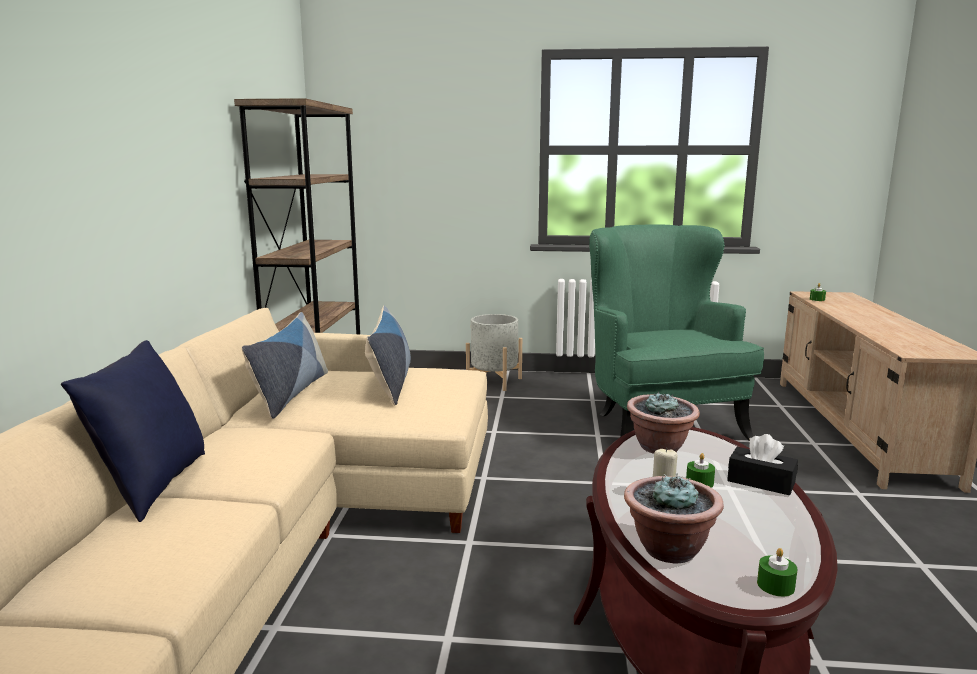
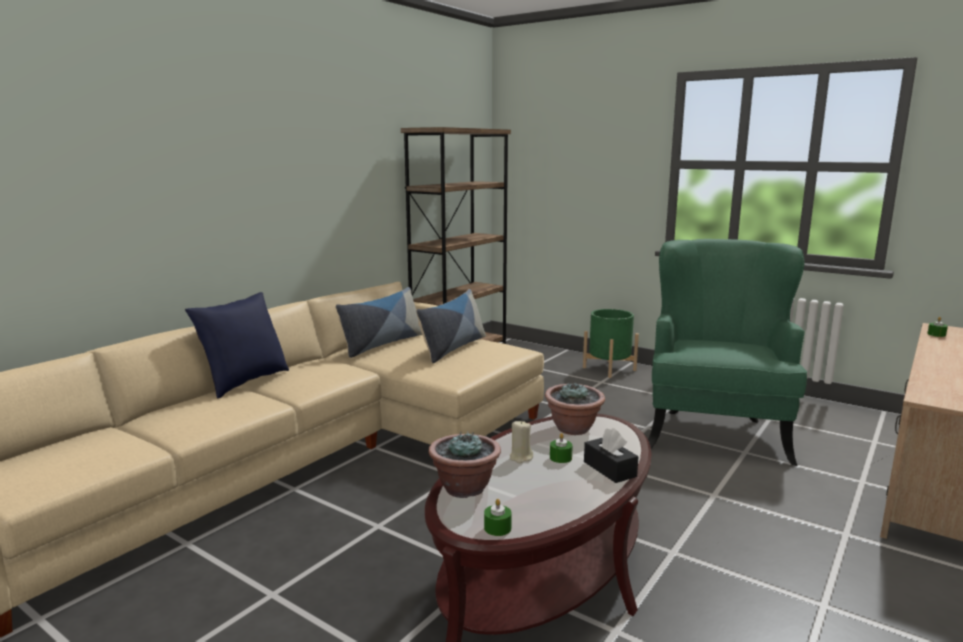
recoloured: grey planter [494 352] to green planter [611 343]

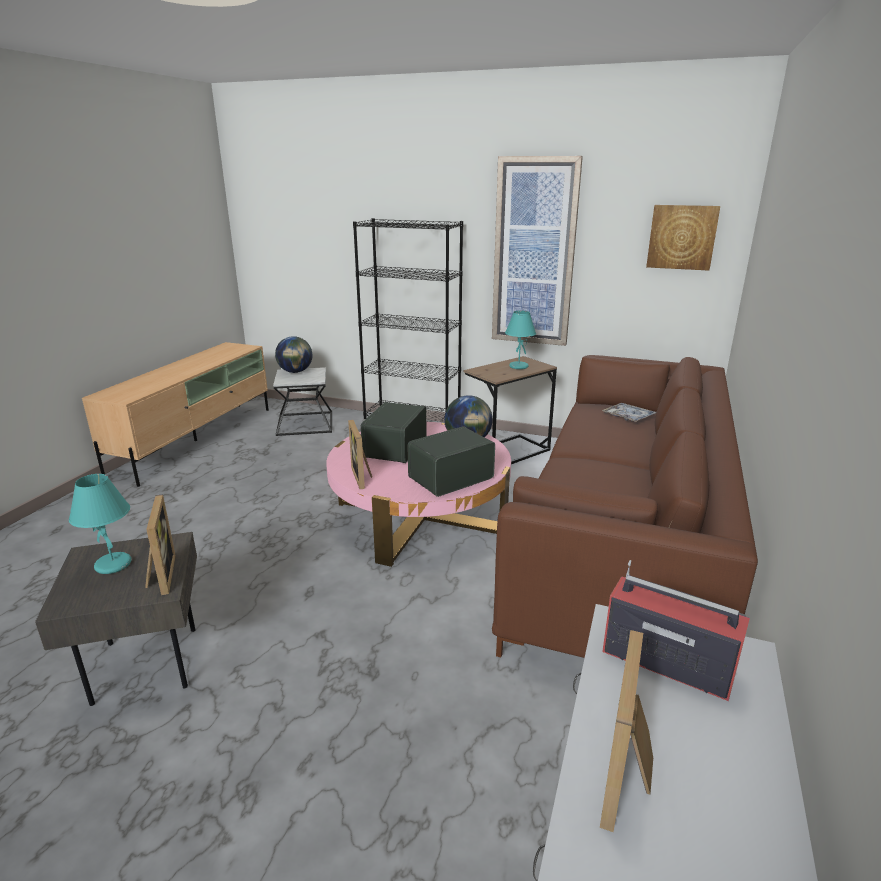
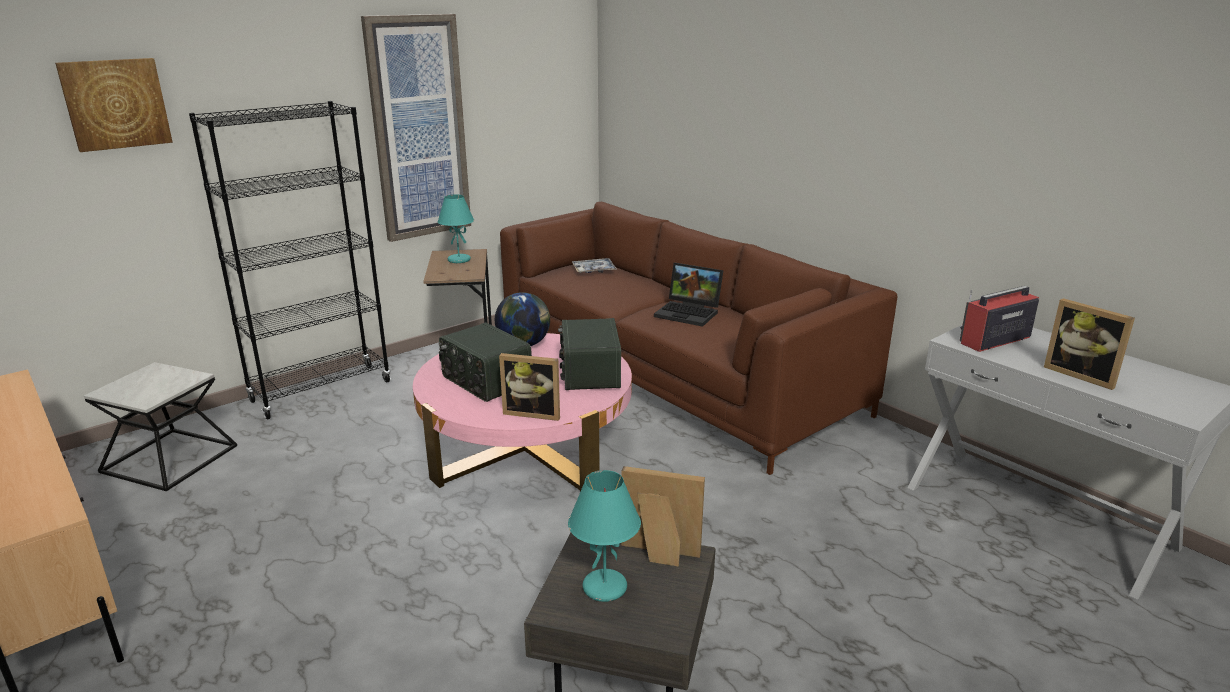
removed: globe [293 354]
added: laptop [689 295]
moved: picture [683 238] to [114 105]

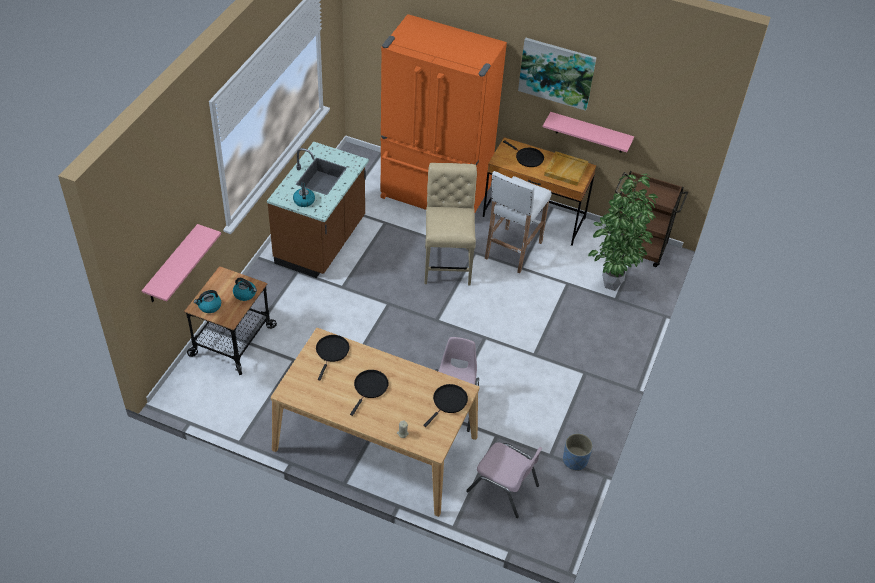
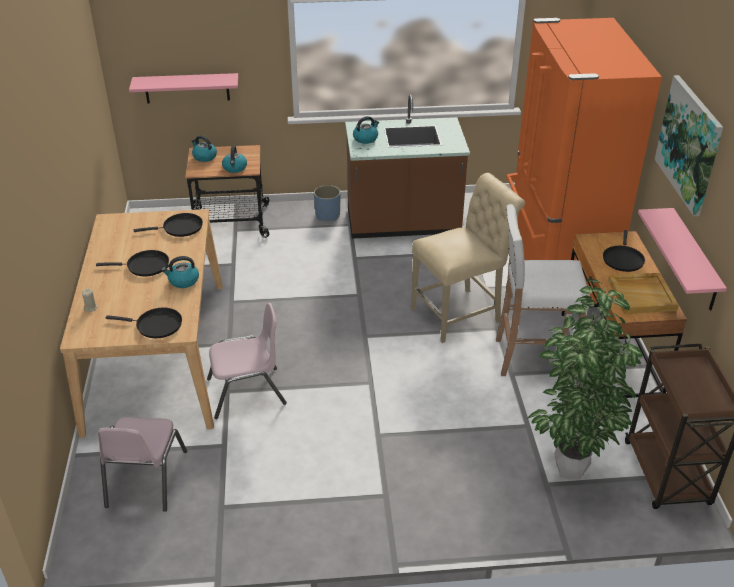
added: kettle [180 272]
moved: blue planter [578 452] to [327 203]

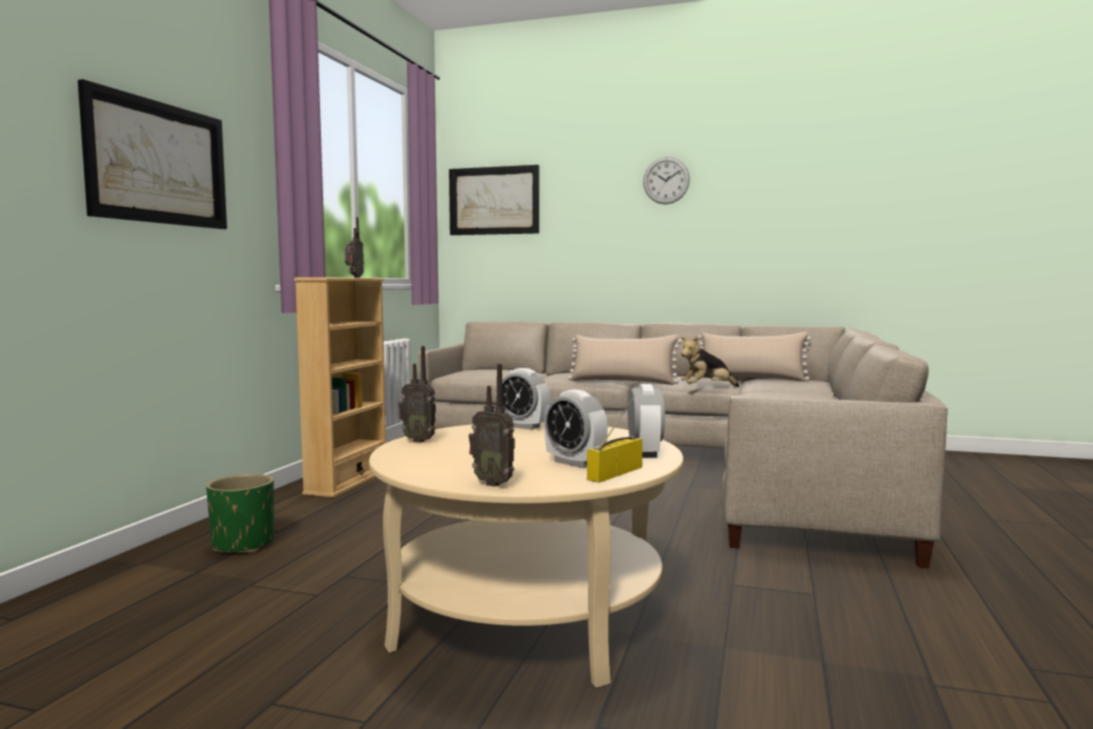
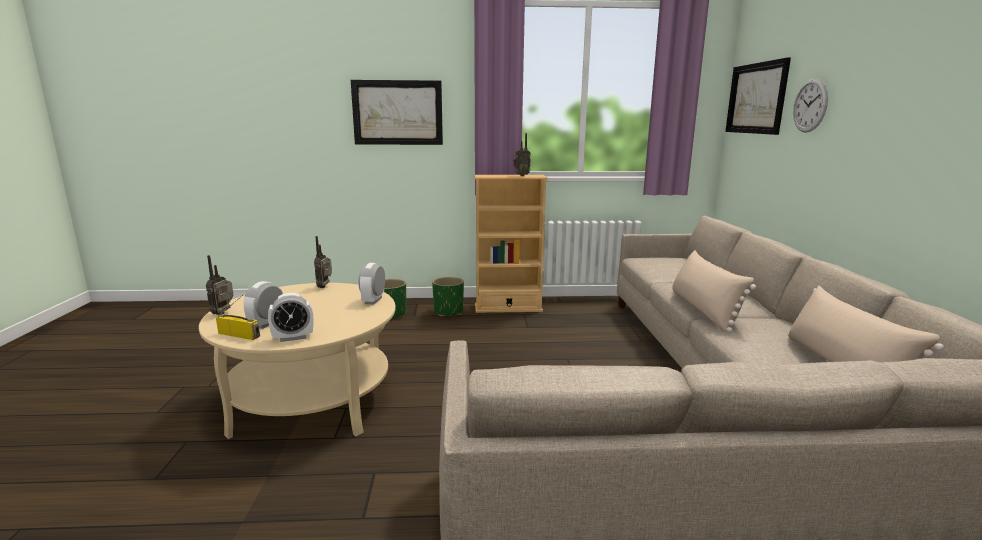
removed: plush toy [710 361]
added: green planter [448 296]
moved: wall clock [666 180] to [810 105]

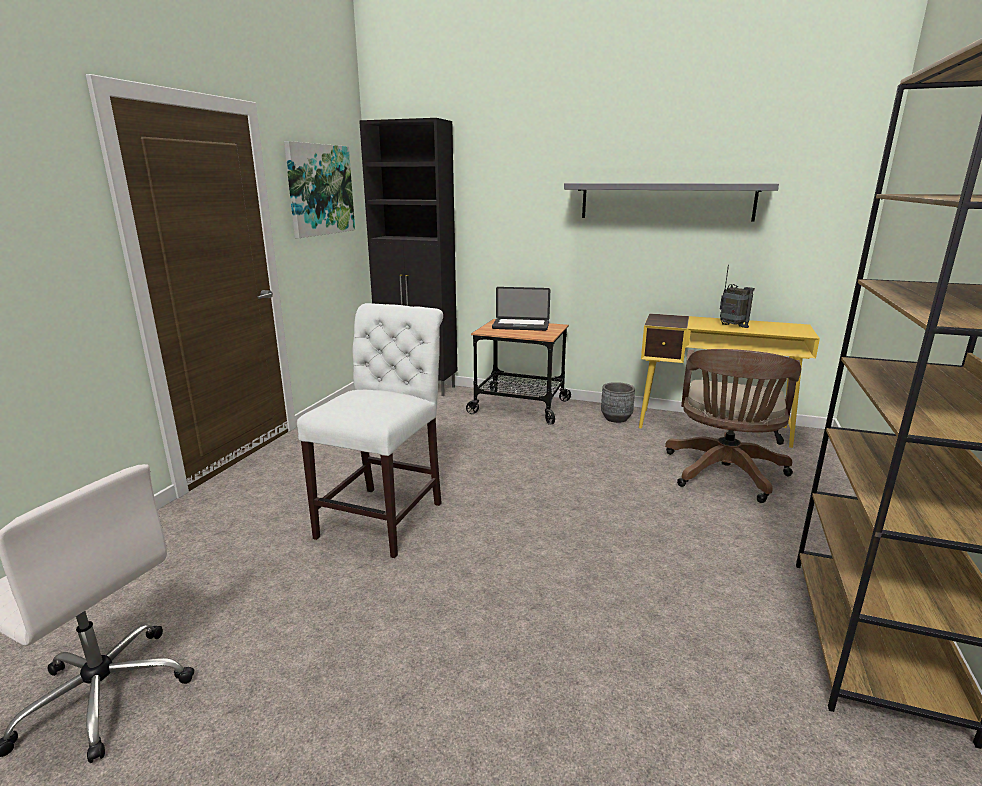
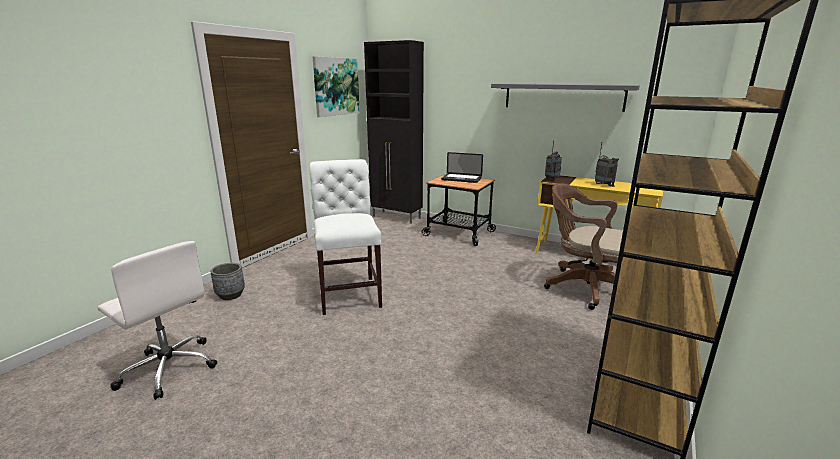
added: radio [553 161]
moved: grey planter [618 402] to [228 281]
turned: white chair [370 430] = [345 237] 45 degrees counterclockwise; brown office chair [733 426] = [584 246] 90 degrees clockwise

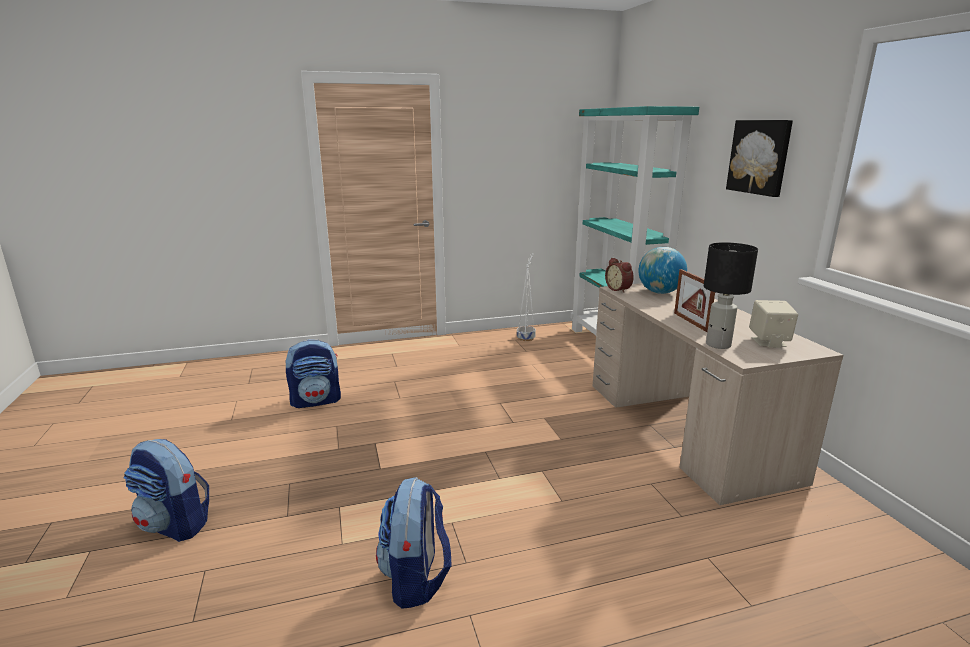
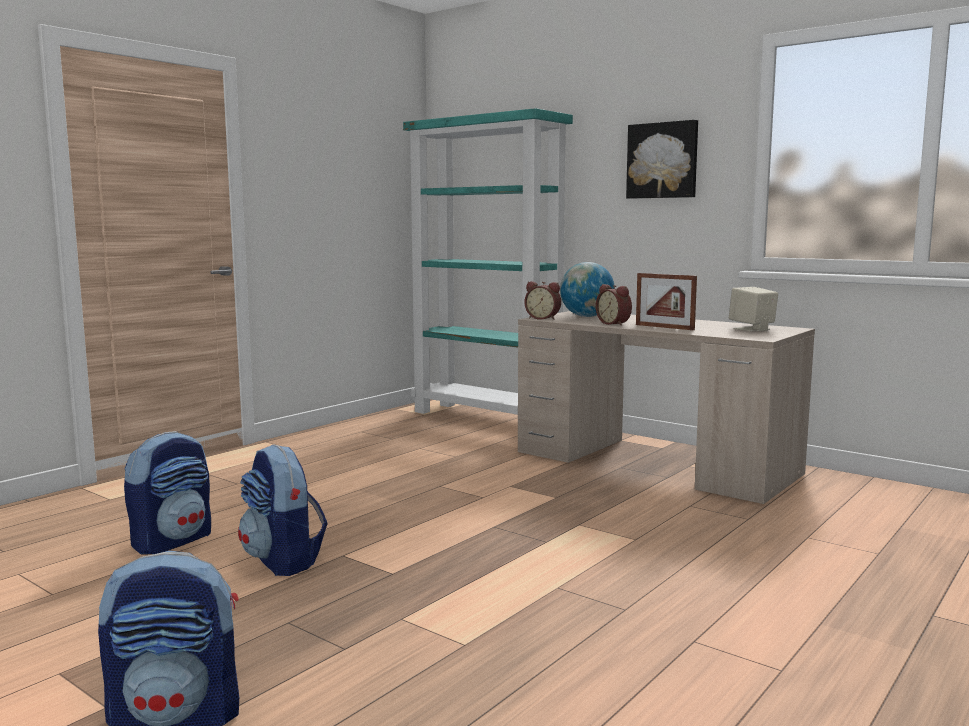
removed: white planter [526 297]; black table lamp [731 295]
added: alarm clock [614 305]
moved: backpack [413 543] to [283 510]

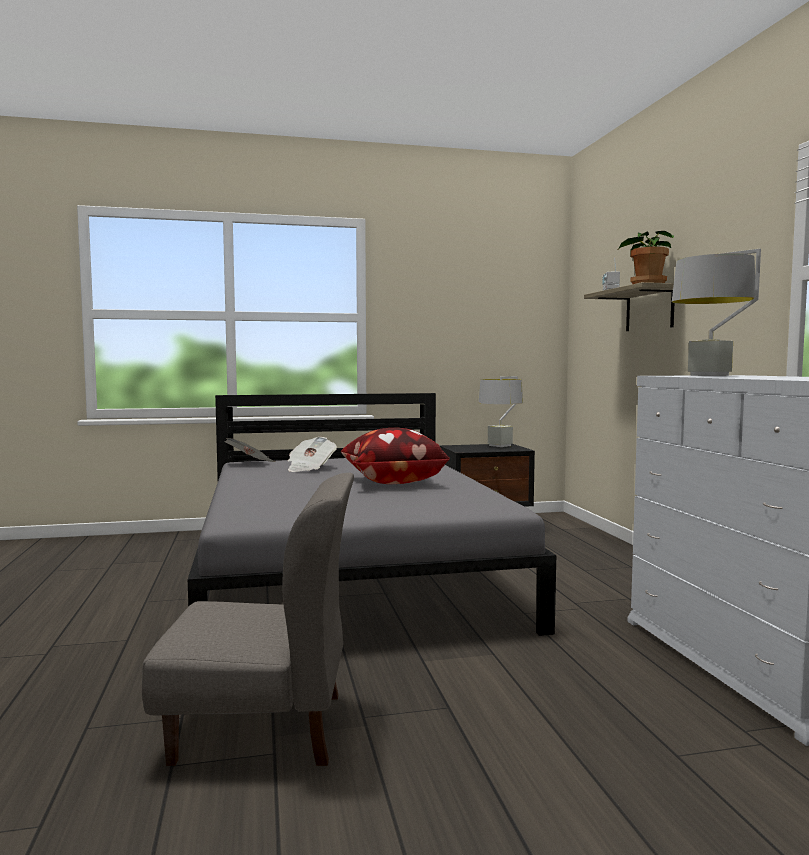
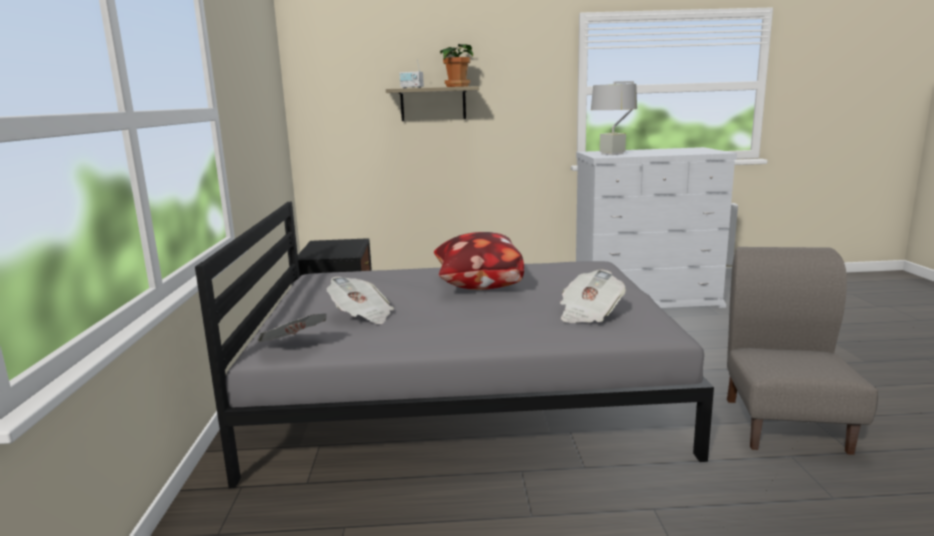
removed: grey table lamp [500 411]
added: newspaper [593 296]

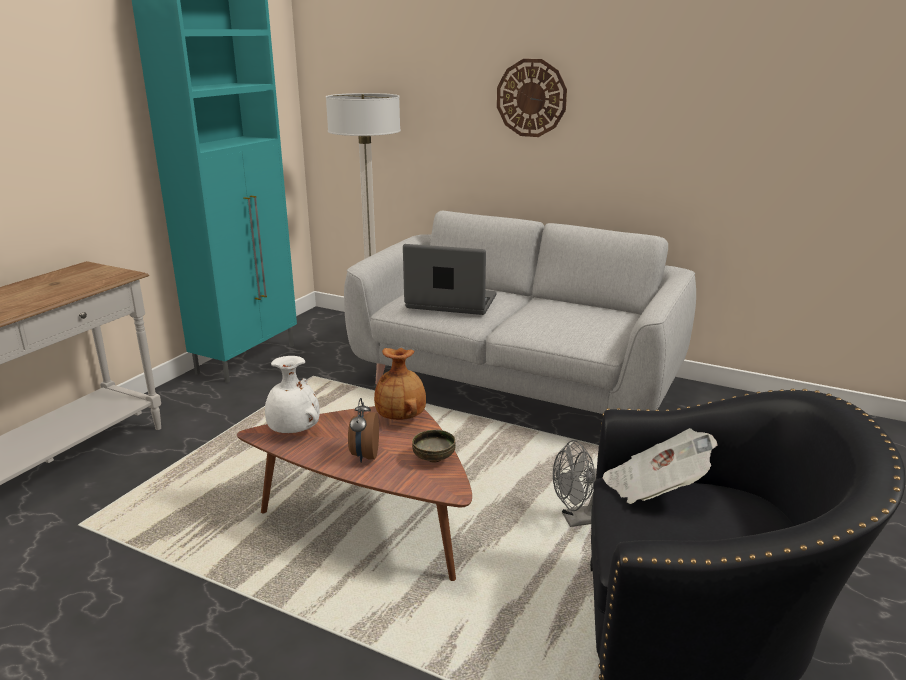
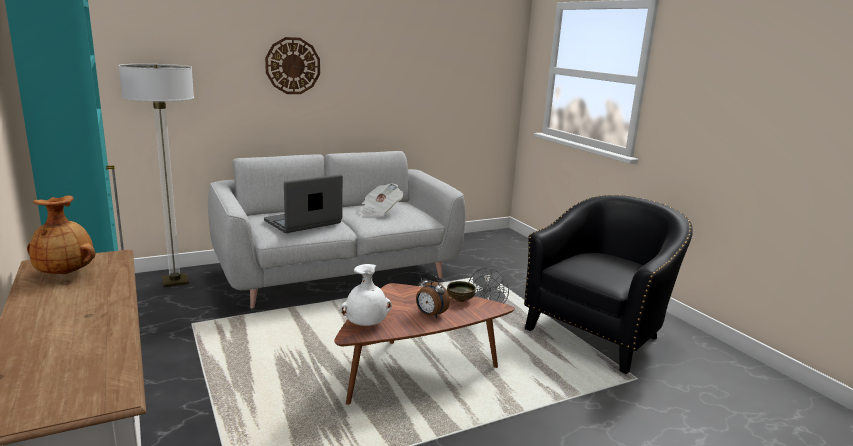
moved: brown vase [400 384] to [61 235]; newspaper [660 466] to [381 199]

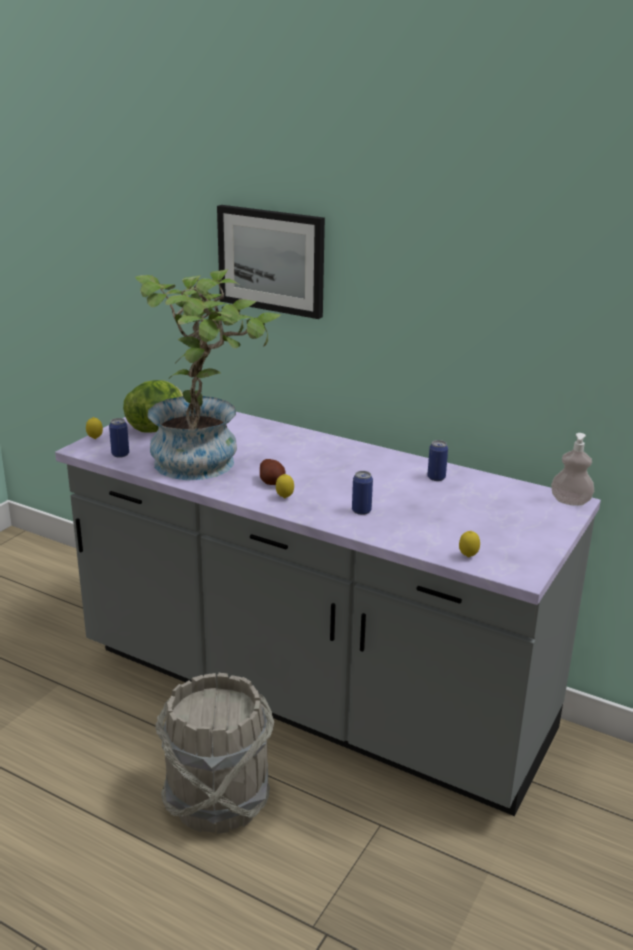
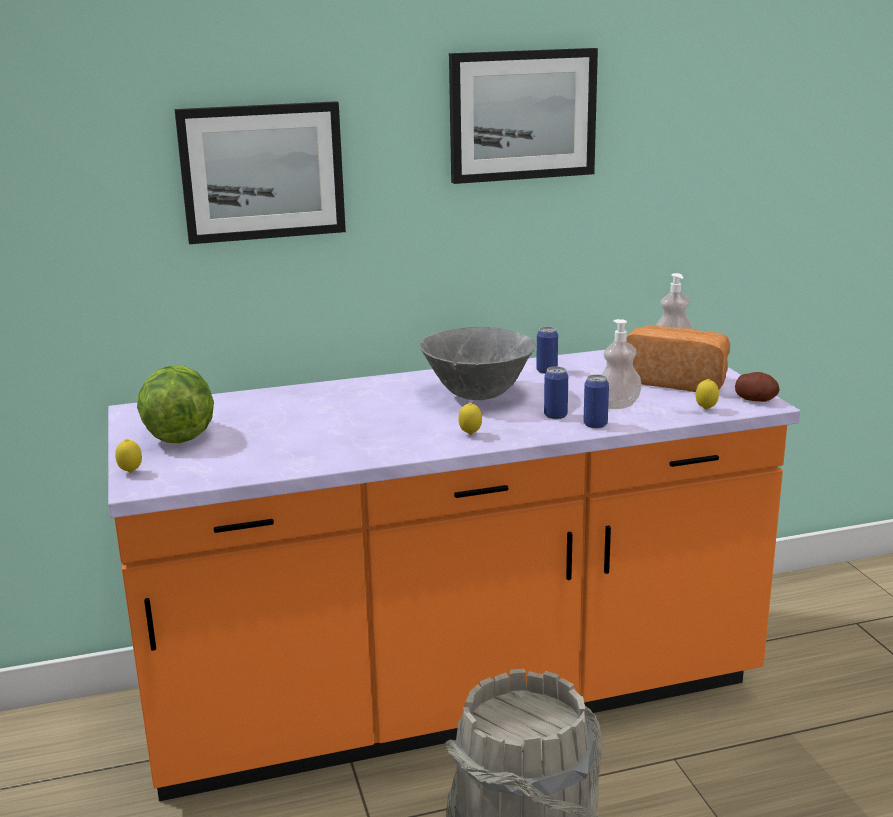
removed: potted plant [208 374]
added: grey bowl [477 363]; picture [523 116]; soap dispenser [622 364]; bread [678 358]
moved: can [119 438] to [596 401]; potato [272 472] to [757 387]
recoloured: grey counter [328 614] to orange counter [454 575]

